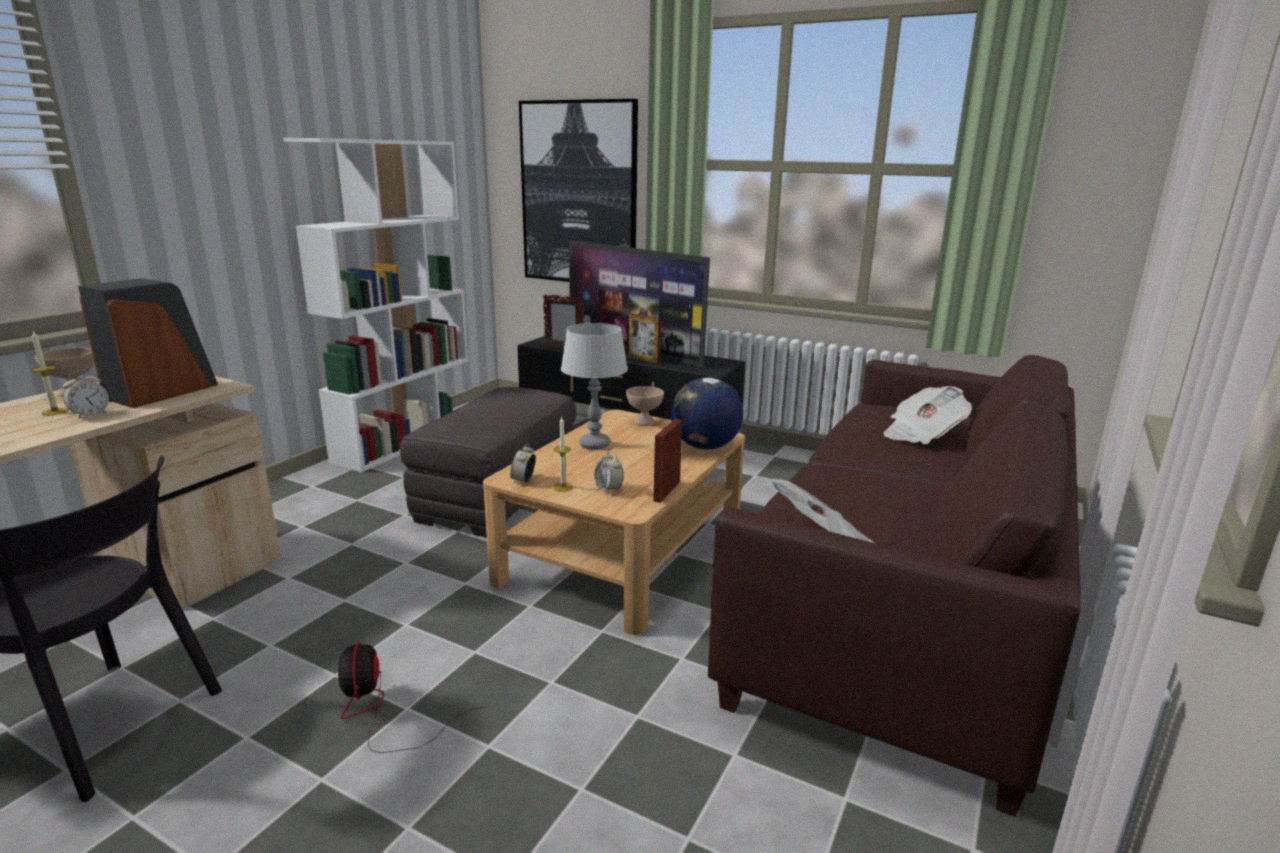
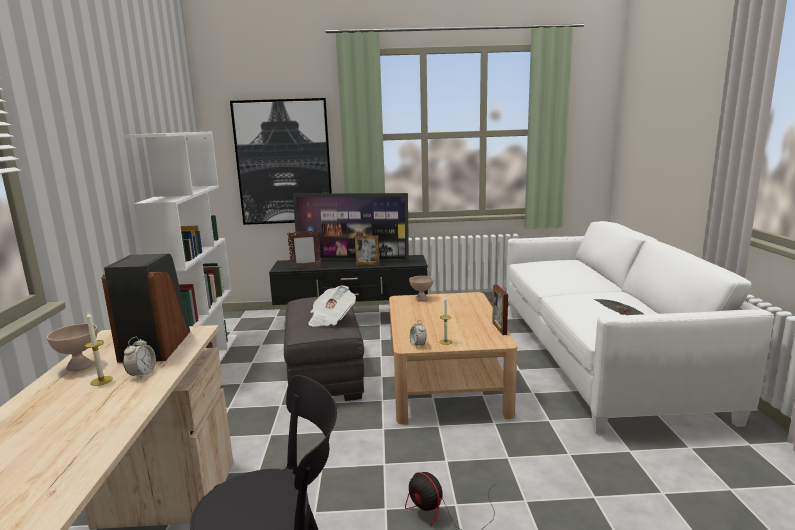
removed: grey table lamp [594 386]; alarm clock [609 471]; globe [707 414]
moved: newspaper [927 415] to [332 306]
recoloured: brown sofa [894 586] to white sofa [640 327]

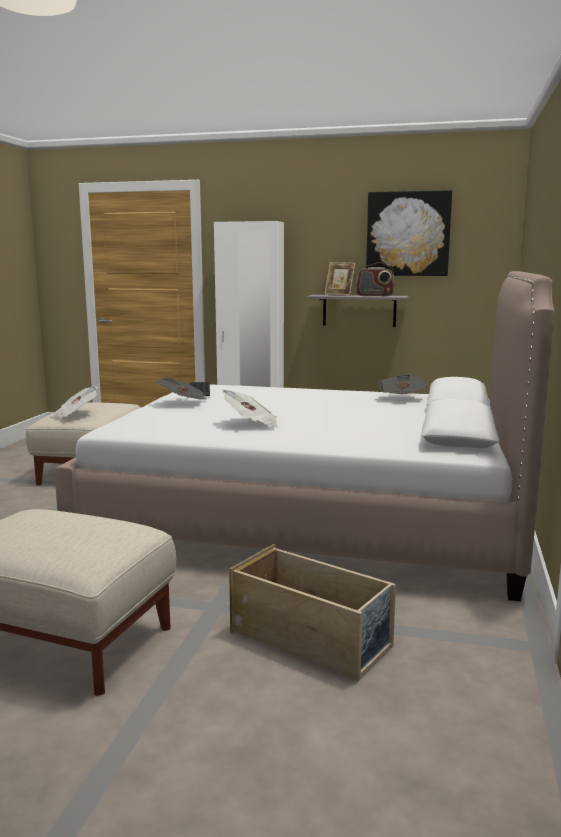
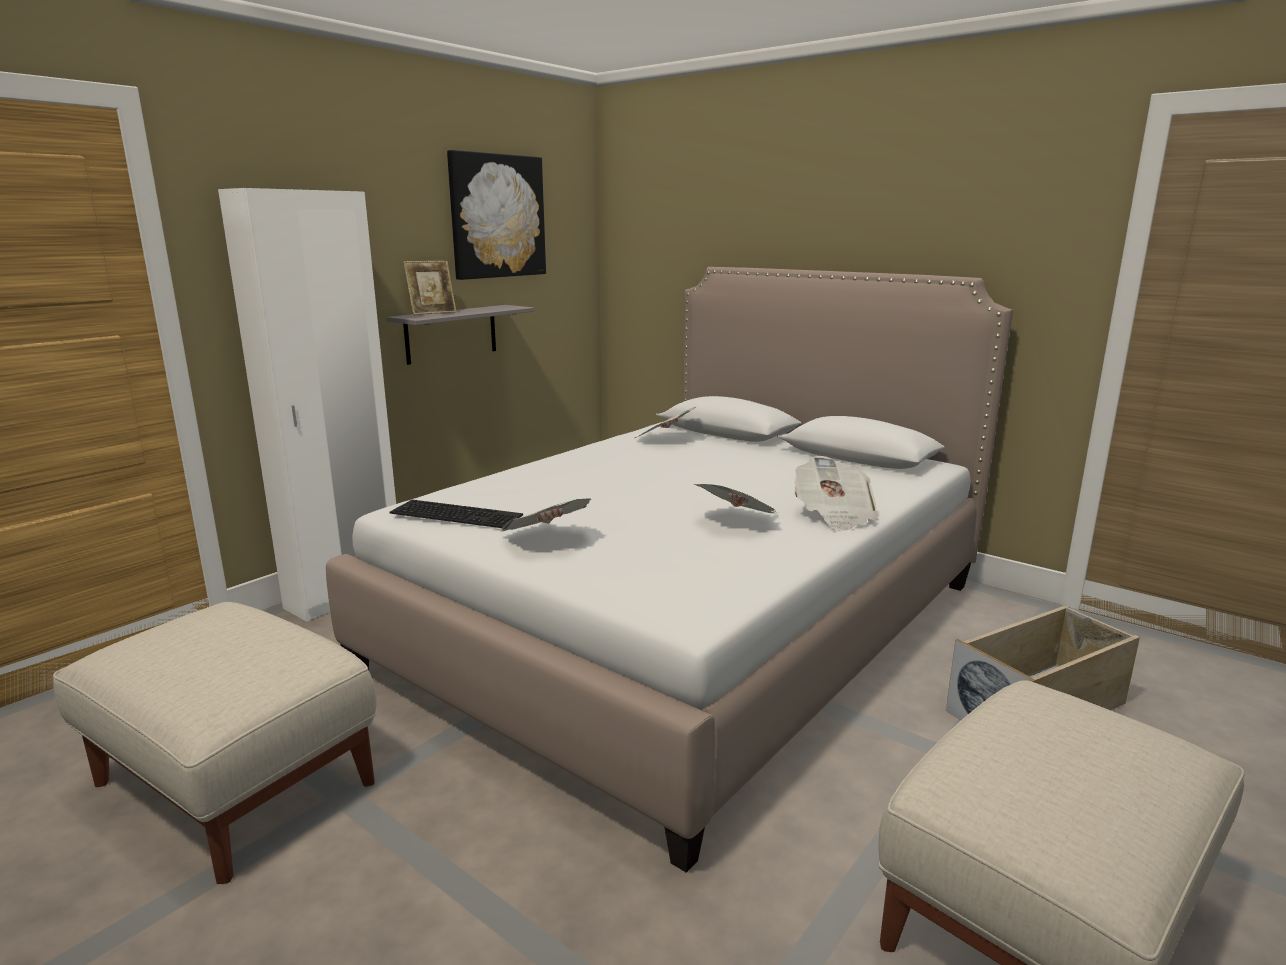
removed: radio [375 279]
moved: newspaper [74 402] to [835 493]

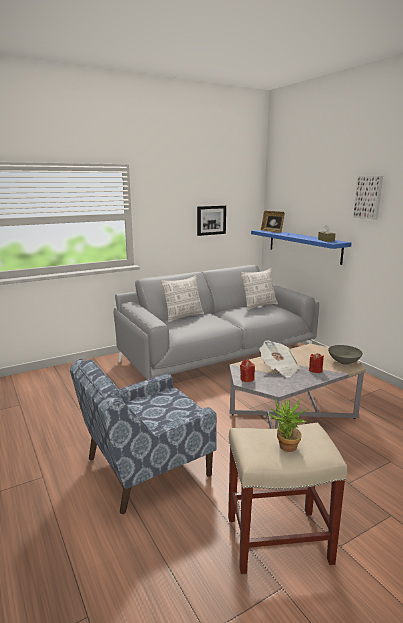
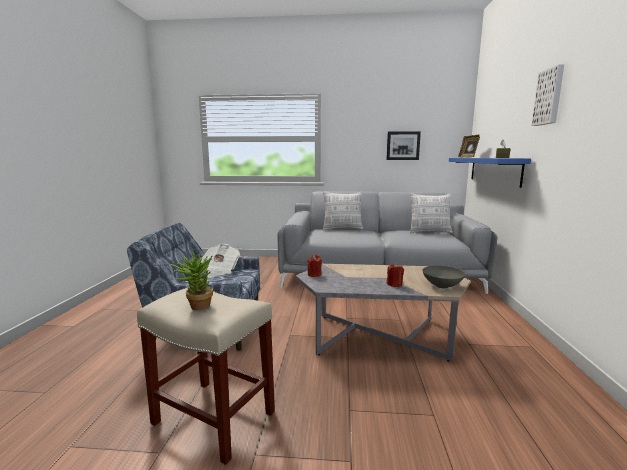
moved: newspaper [279 359] to [220 261]

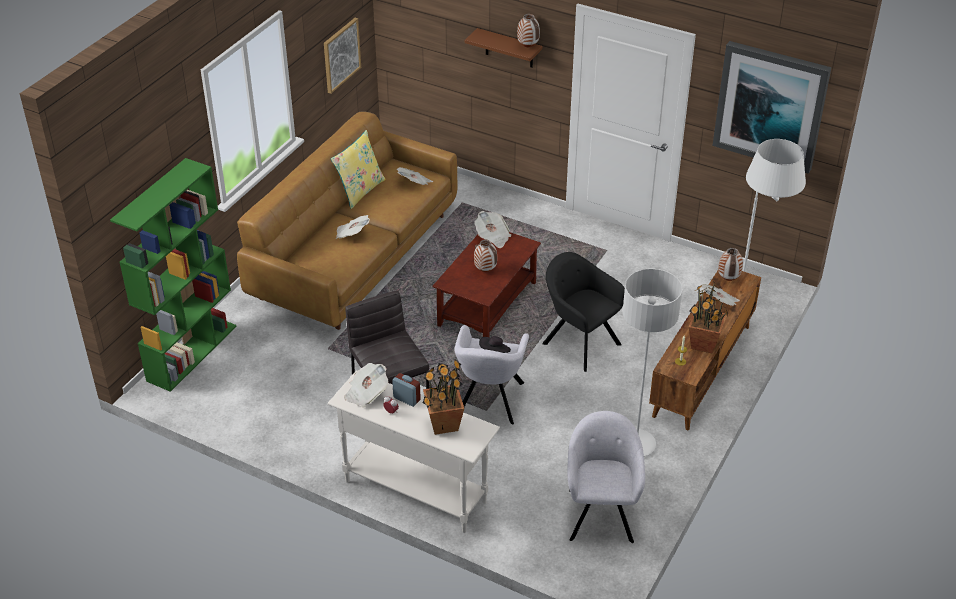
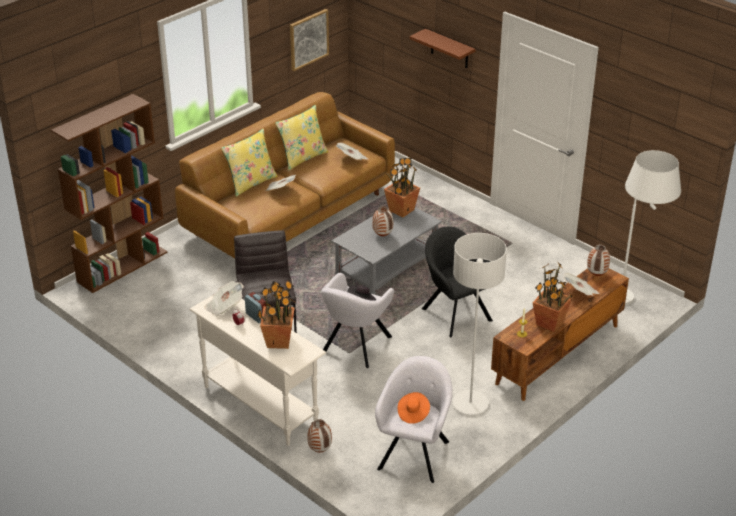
removed: picture [771 107]
added: yellow pillow [249 163]; orange hat [414 408]
moved: vase [528 30] to [319 436]
replaced: newspaper [492 229] to potted plant [402 185]
recoloured: green bookcase [173 275] to brown bookcase [109 193]; brown coffee table [486 284] to grey coffee table [387 251]

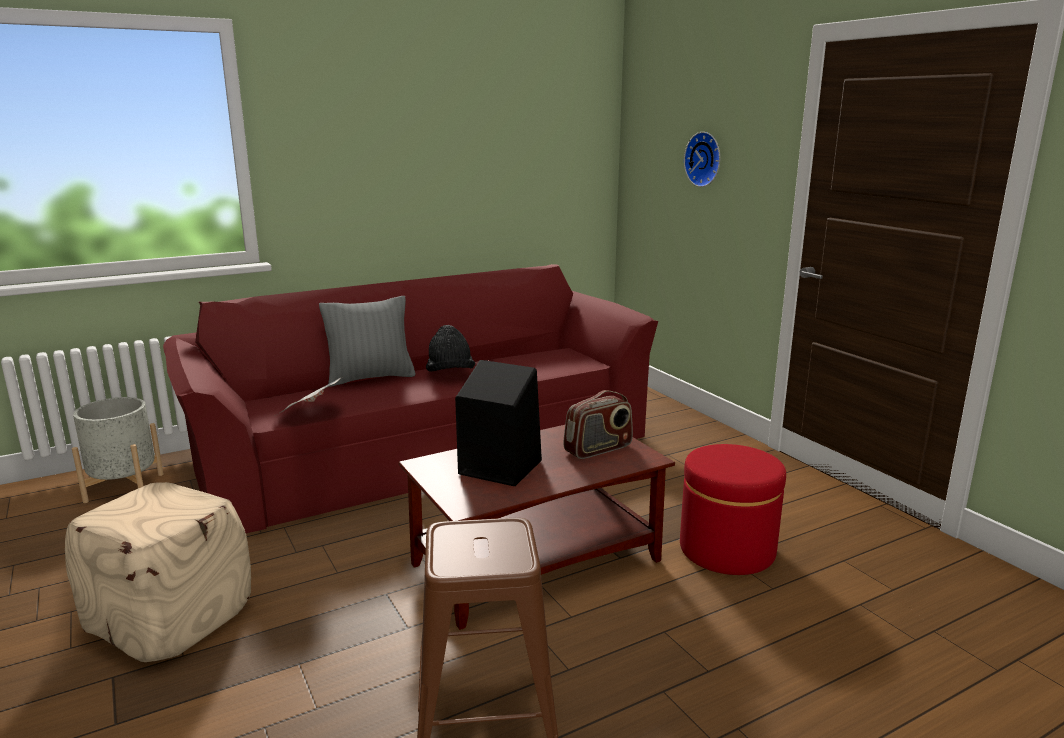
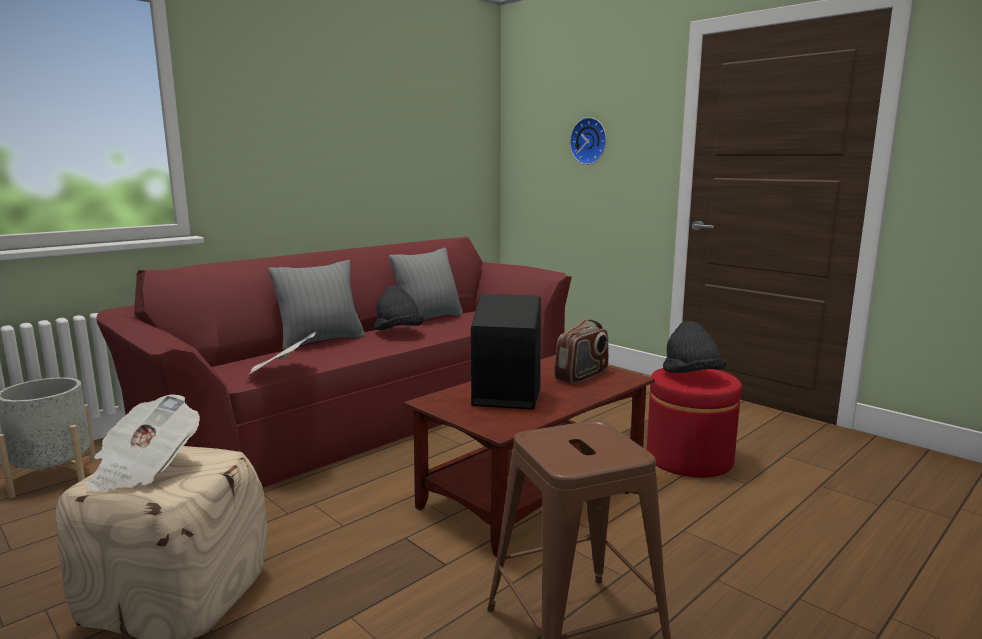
added: newspaper [143 442]; grey pillow [426 287]; black hat [695 347]

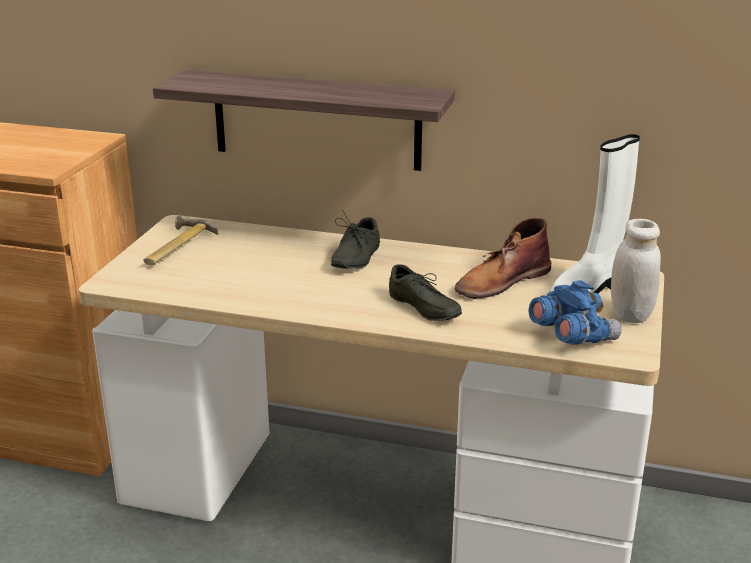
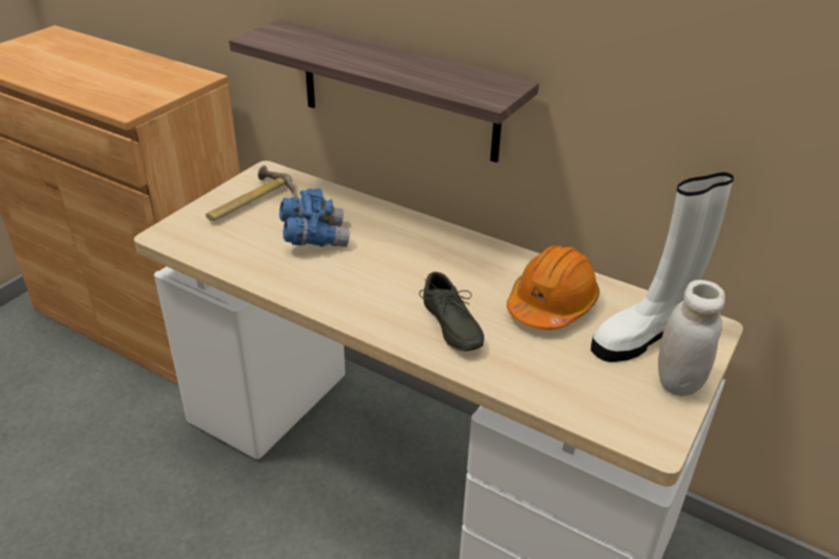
removed: grey shoe [355 239]
moved: blue binoculars [575 312] to [314 218]
replaced: brown boot [503 258] to orange hard hat [553 287]

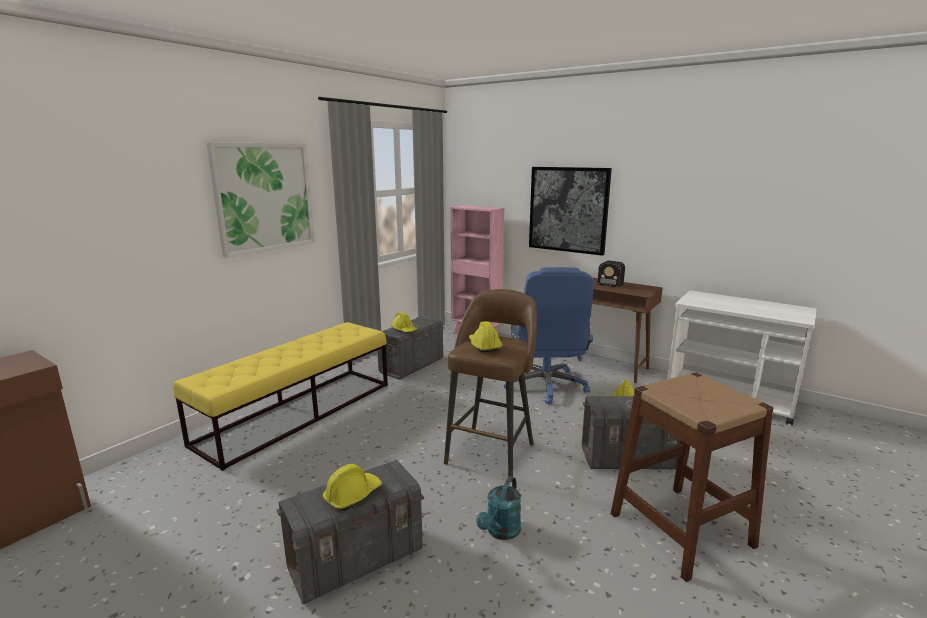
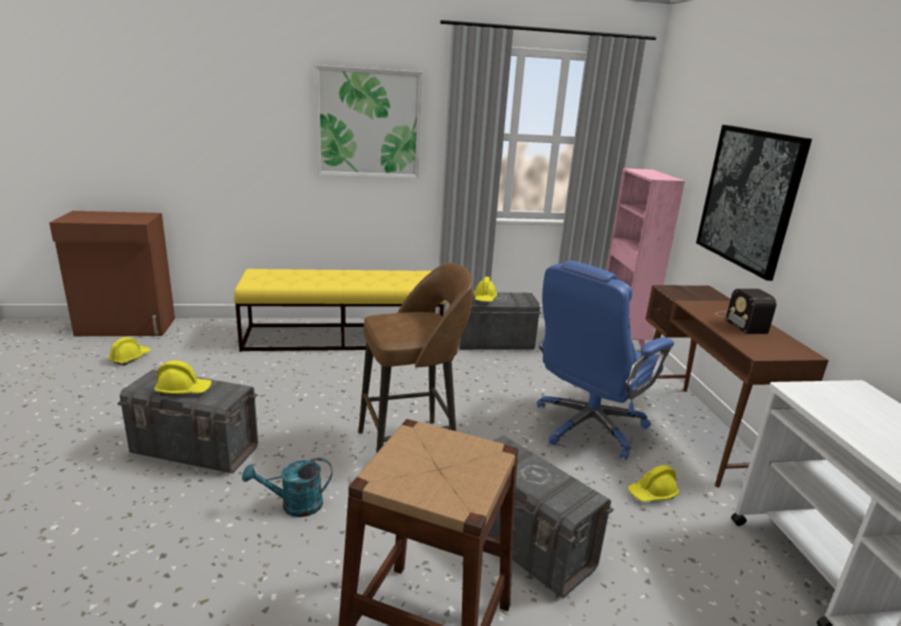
moved: yellow hard hat [486 336] to [129 351]

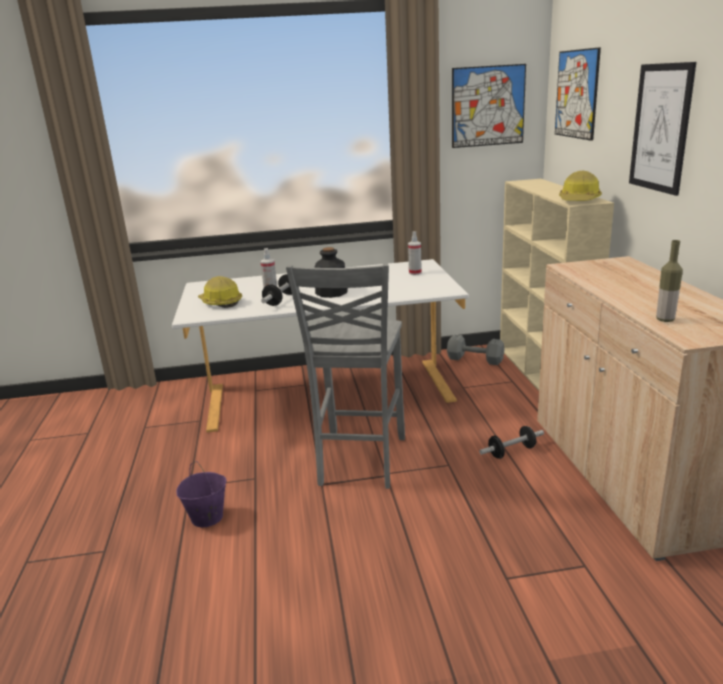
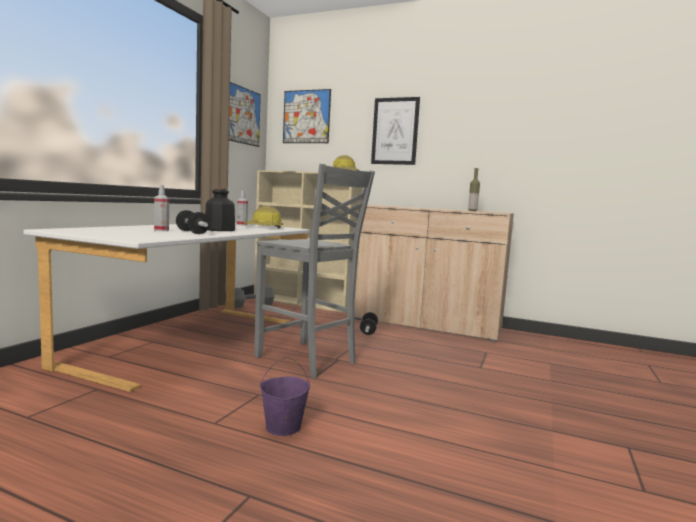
moved: hard hat [220 292] to [263 217]

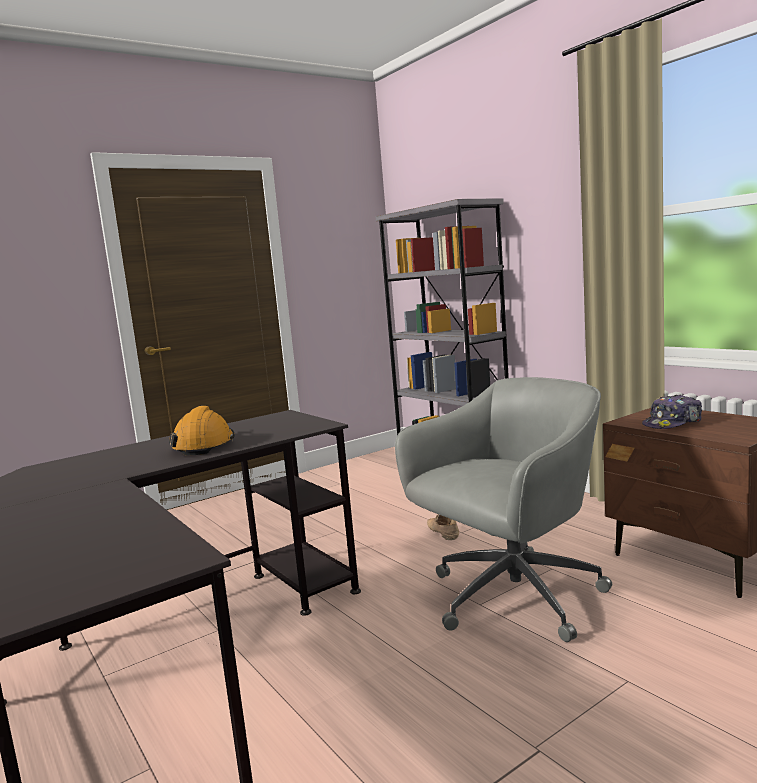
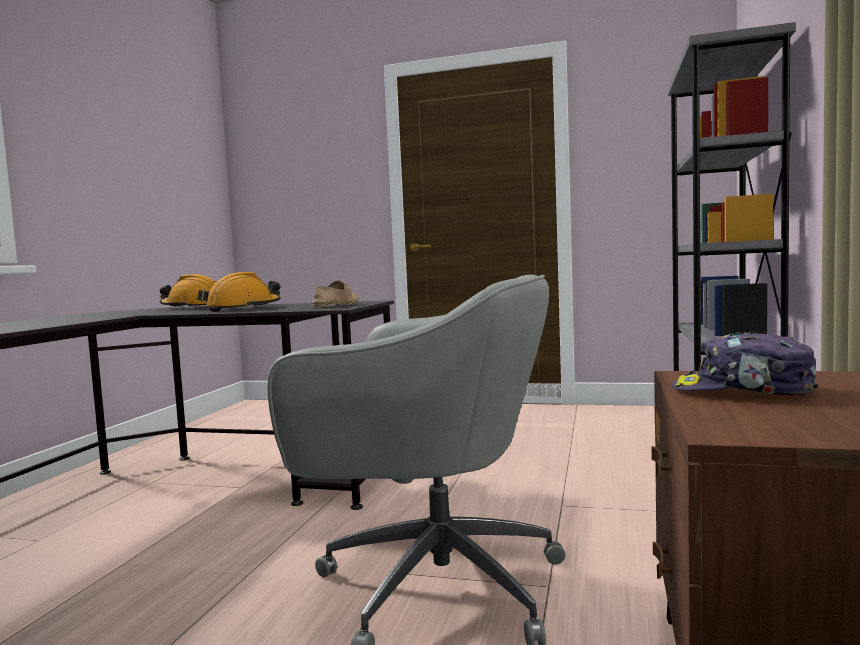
added: orange hard hat [189 291]
moved: beige shoe [443 527] to [335 294]

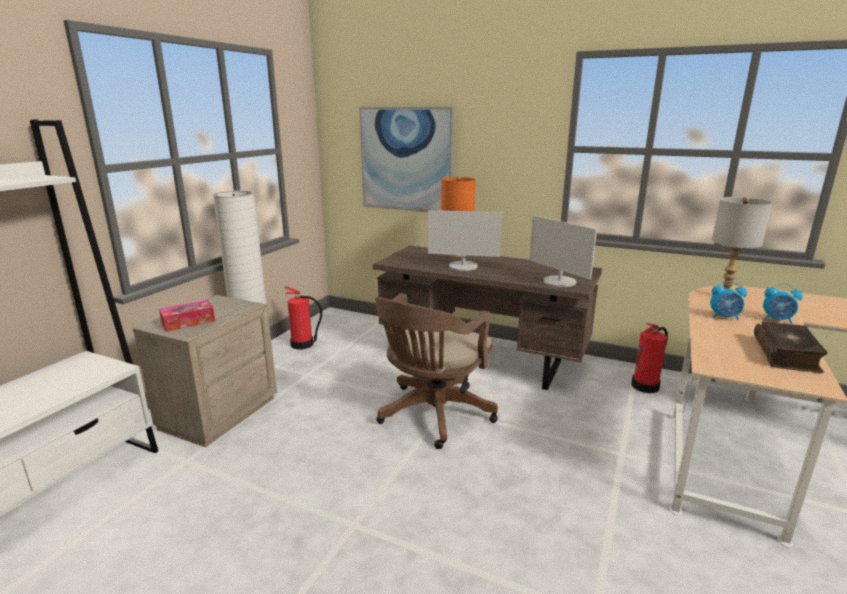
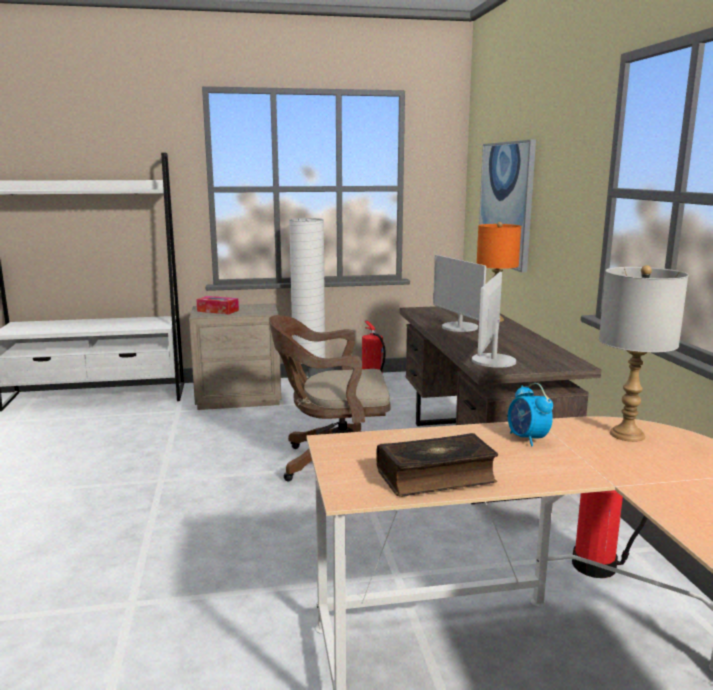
removed: alarm clock [783 303]

